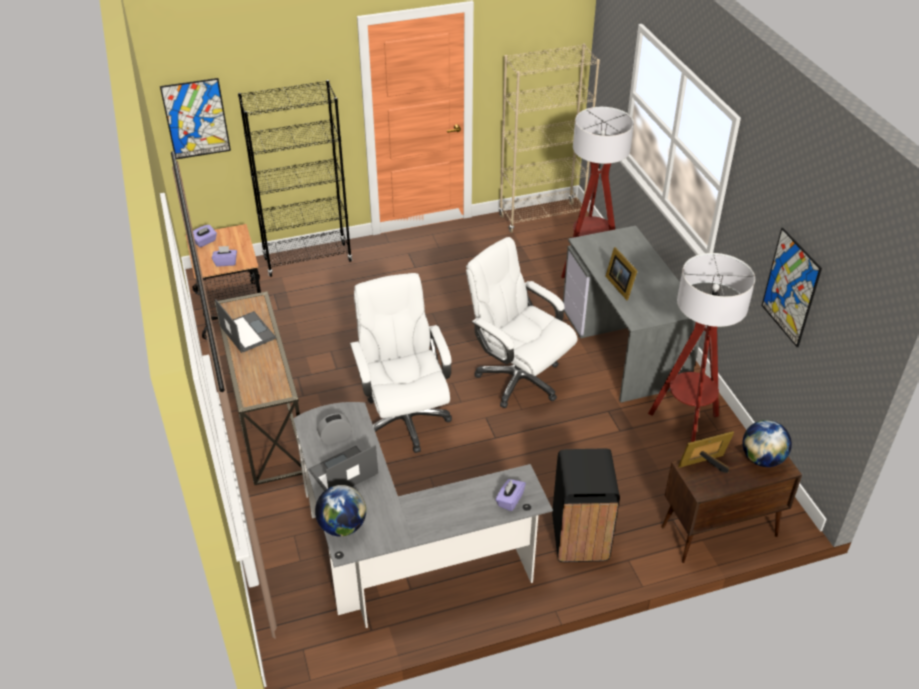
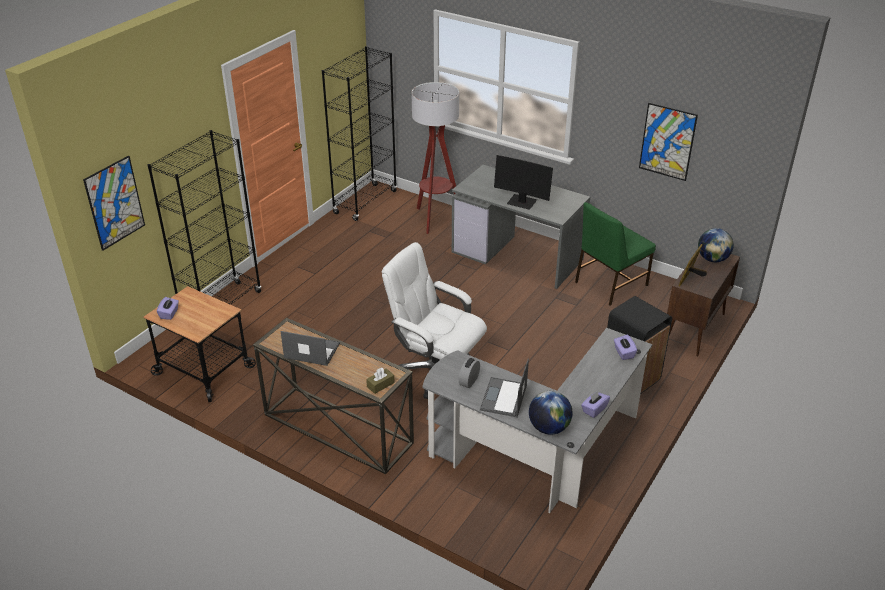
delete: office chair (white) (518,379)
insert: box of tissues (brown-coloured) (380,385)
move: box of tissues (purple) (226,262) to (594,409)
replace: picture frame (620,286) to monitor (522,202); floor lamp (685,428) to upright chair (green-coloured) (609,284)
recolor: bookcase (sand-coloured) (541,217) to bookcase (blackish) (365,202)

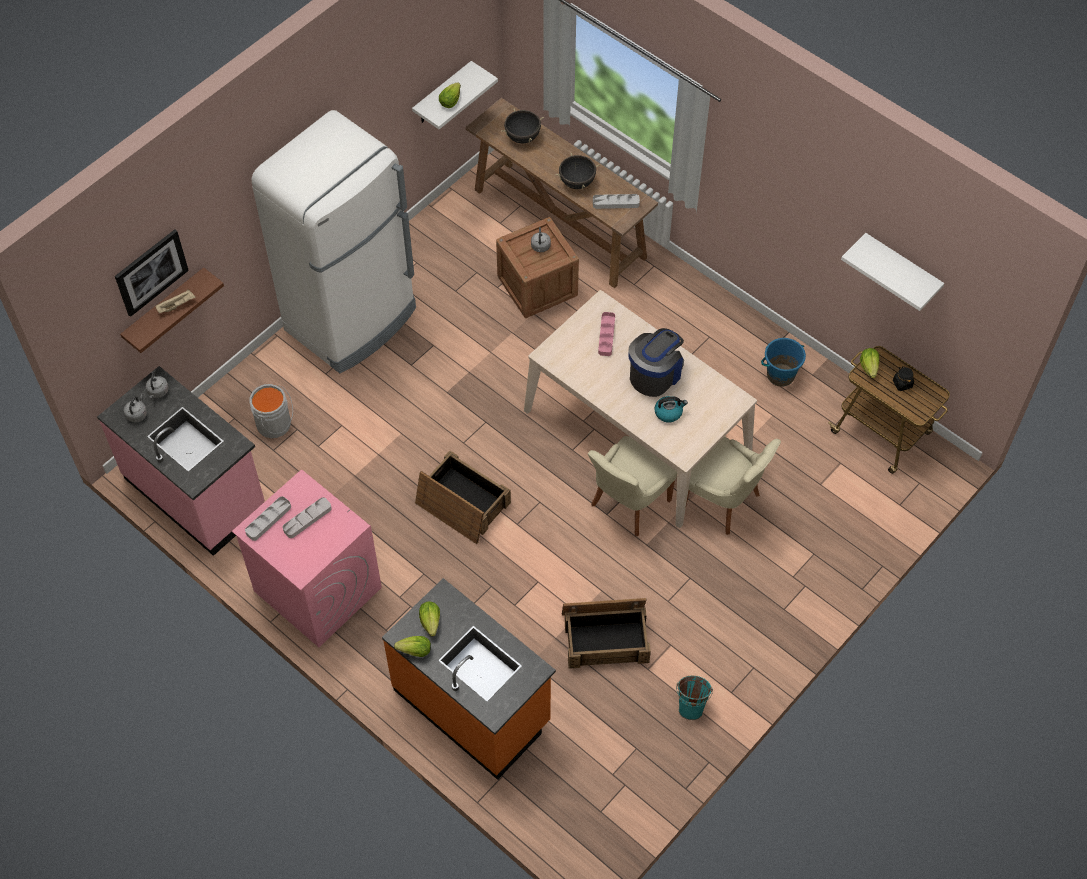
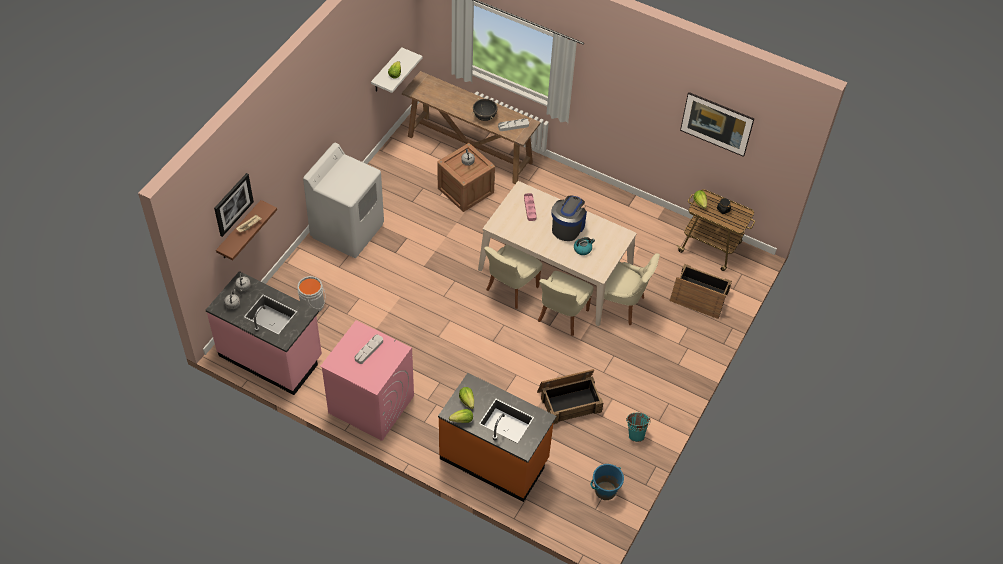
delete: serving tray (greyish) (268,520); stockpot (blackish) (522,137)
insert: upright chair (sand-coloured) (510,289)
move: crate (462,503) to (699,296); pail (bluish) (780,375) to (605,490)
replace: kitchen fridge (white) (352,320) to laundry machine (white) (347,230); shelf (white) (901,267) to wall picture (714,133)

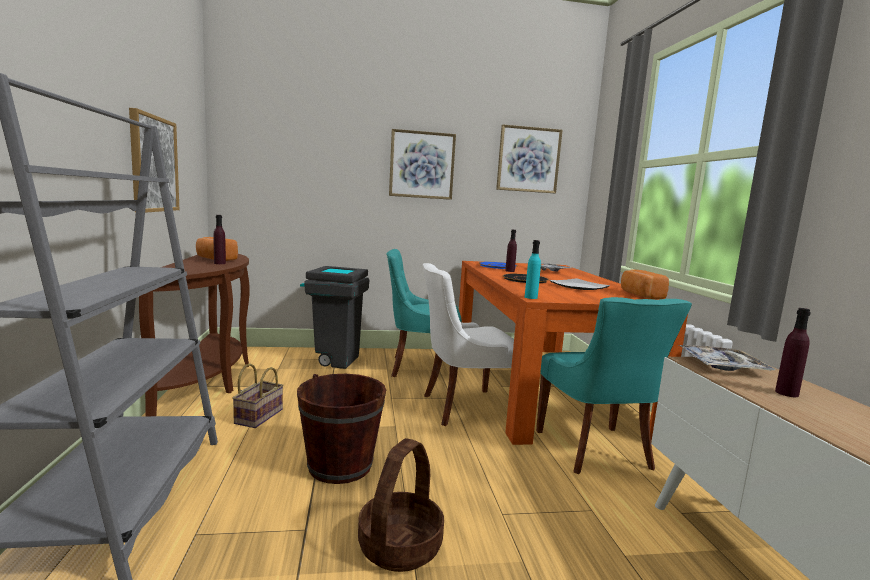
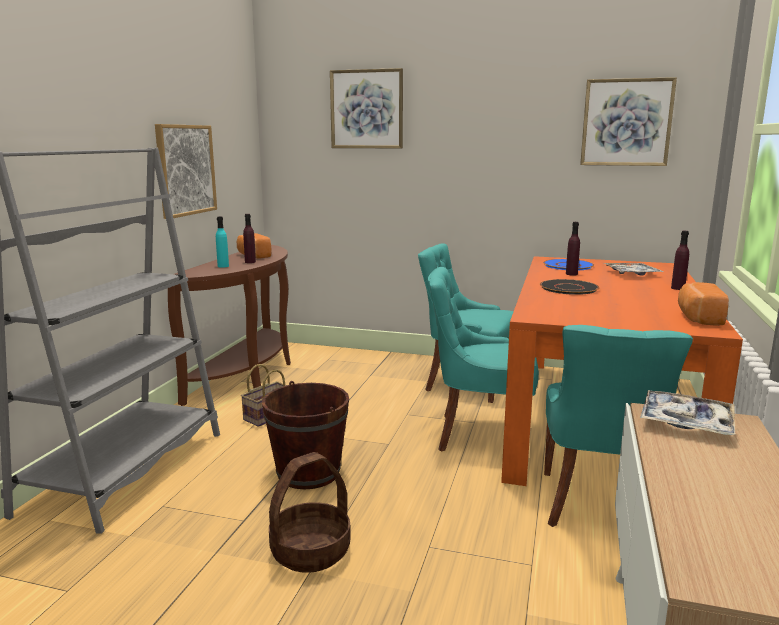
delete: trash can (greyish) (333,361); flat dish (578,286)
move: wall picture (422,165) to (366,109); bottle (turquoise) (531,297) to (223,266); bottle (purple) (786,393) to (678,288)
recolor: upright chair (white) (464,407) to upright chair (turquoise) (479,434)

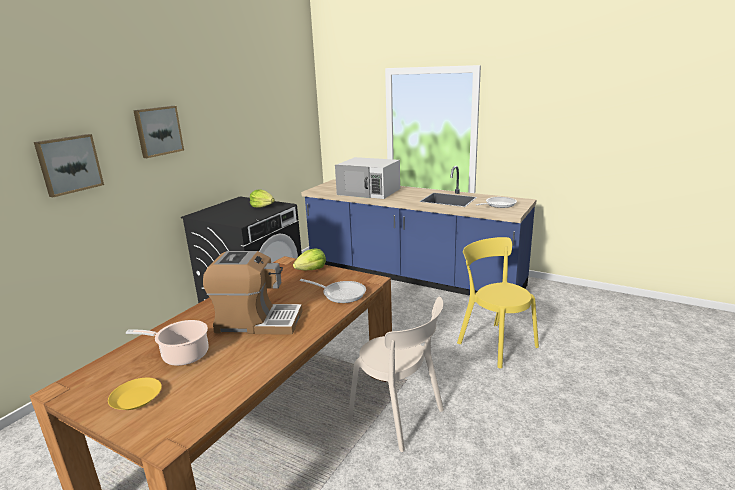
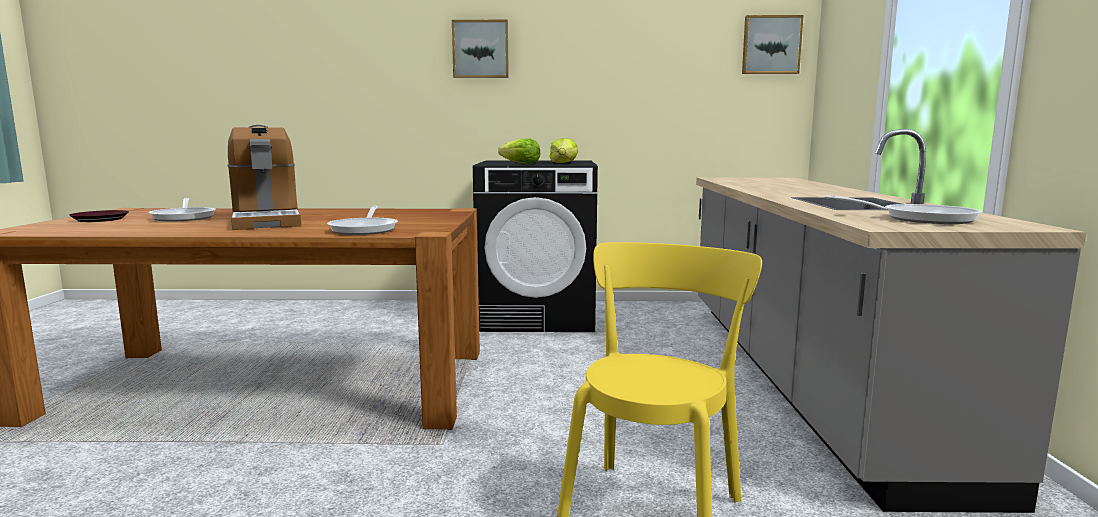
delete: microwave oven (white) (369,191); upright chair (sand-coloured) (399,417)
move: wall picture (69,164) to (771,45); lettuce (311,270) to (521,164)
replace: stockpot (182,355) to pan (185,217)
recolor: flat dish (yellowish) (136,398) to flat dish (brown-coloured) (99,219); kitchen counter (bluish) (412,276) to kitchen counter (greyish) (802,376)

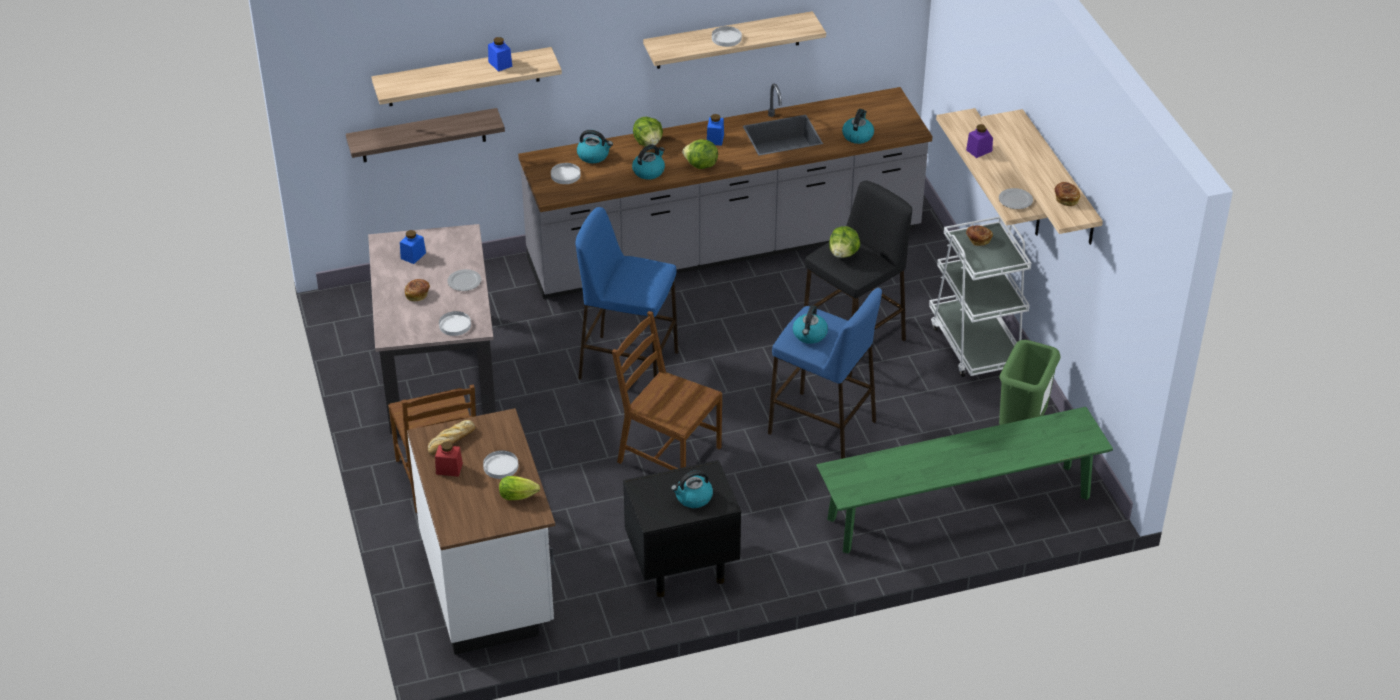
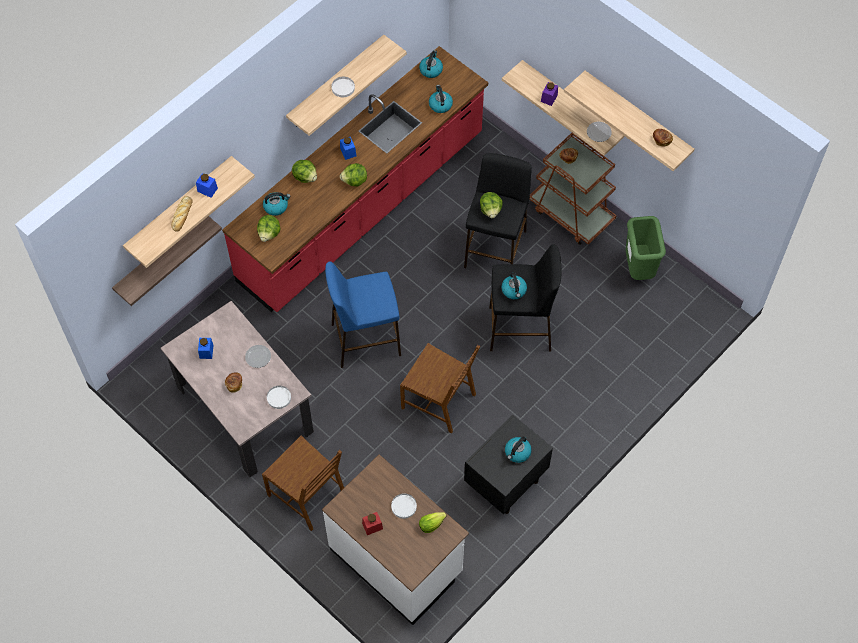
delete: long seat (green-coloured) (959,508)
move: bread (451,441) to (182,216); water kettle (649,171) to (431,70)
replace: flat dish (white) (566,175) to lettuce (269,233)
recolor: kitchen counter (greyish) (725,248) to kitchen counter (red-coloured) (362,208); sitting stool (bluish) (823,427) to sitting stool (blackish) (520,328); cart (white) (976,344) to cart (brown-coloured) (571,213)
rotate: upright chair (brown-coloured) (667,455) = (439,400) 150 degrees counterclockwise

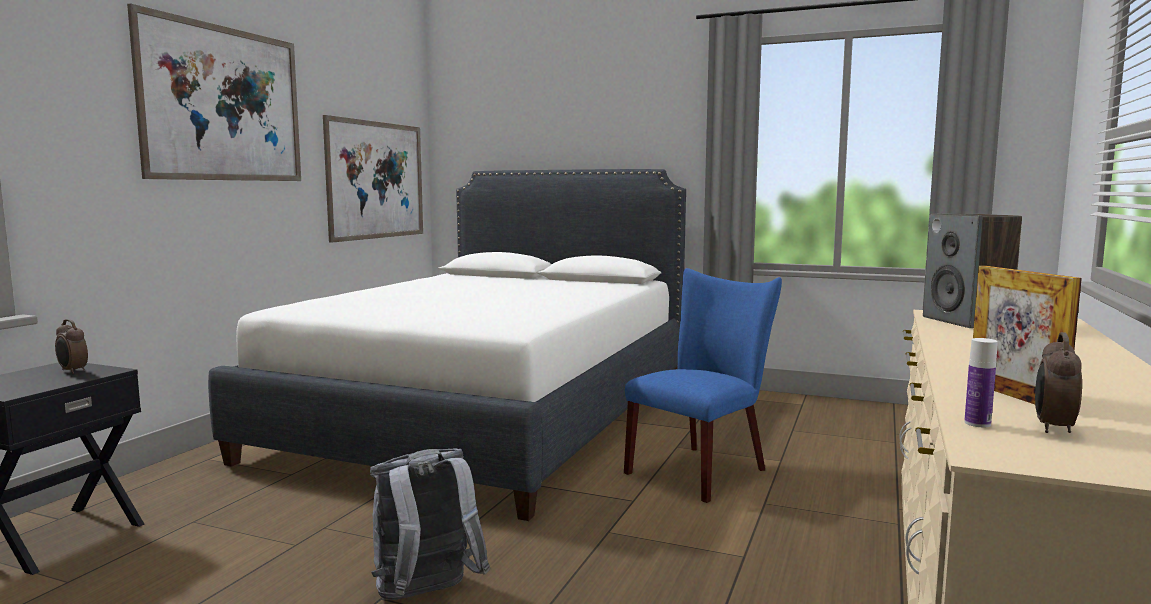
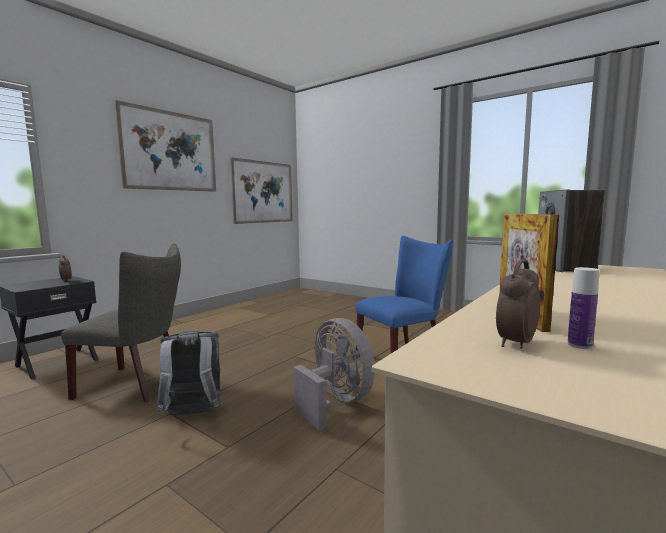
delete: bed (white) (489,417)
insert: upright chair (greyish) (137,384); electric fan (greyish) (335,402)
move: bottle (977,423) to (579,345)

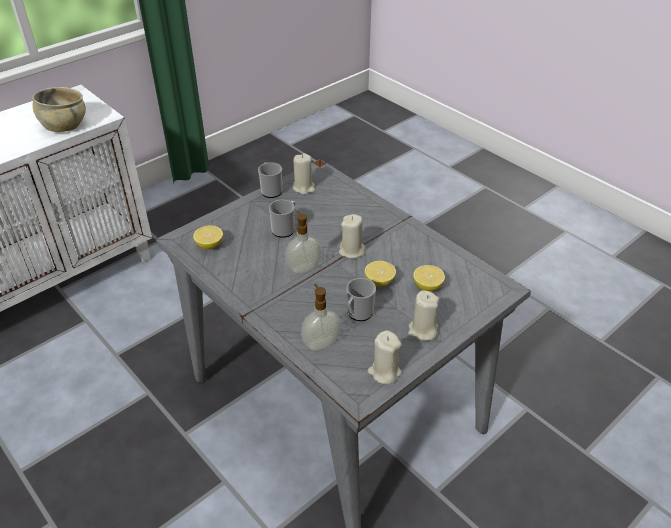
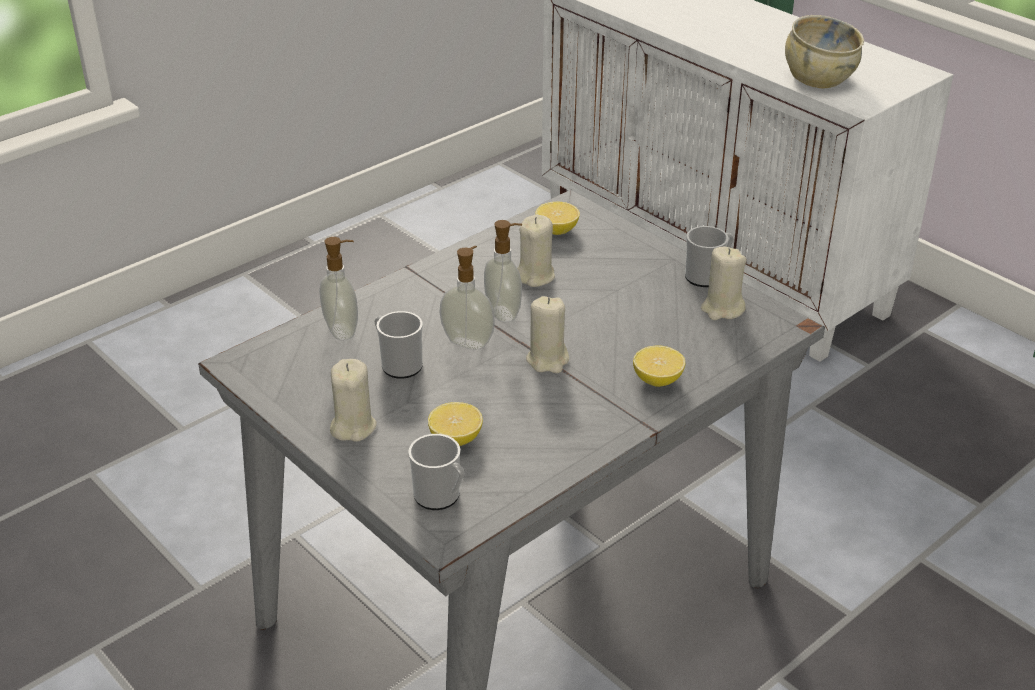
insert: soap dispenser (468,341)
move: tea mug (285,229) to (441,497); lemon (379,282) to (657,380); wax candle (sand-coloured) (384,372) to (535,276)

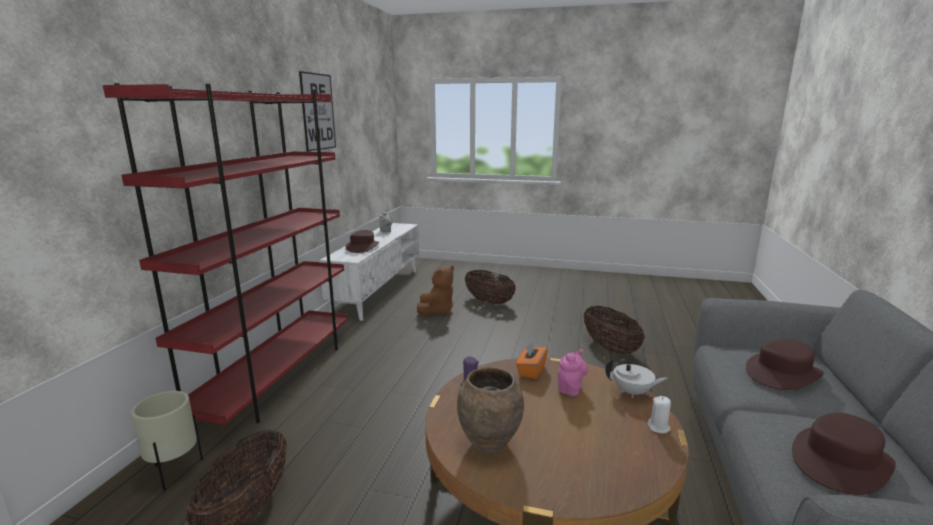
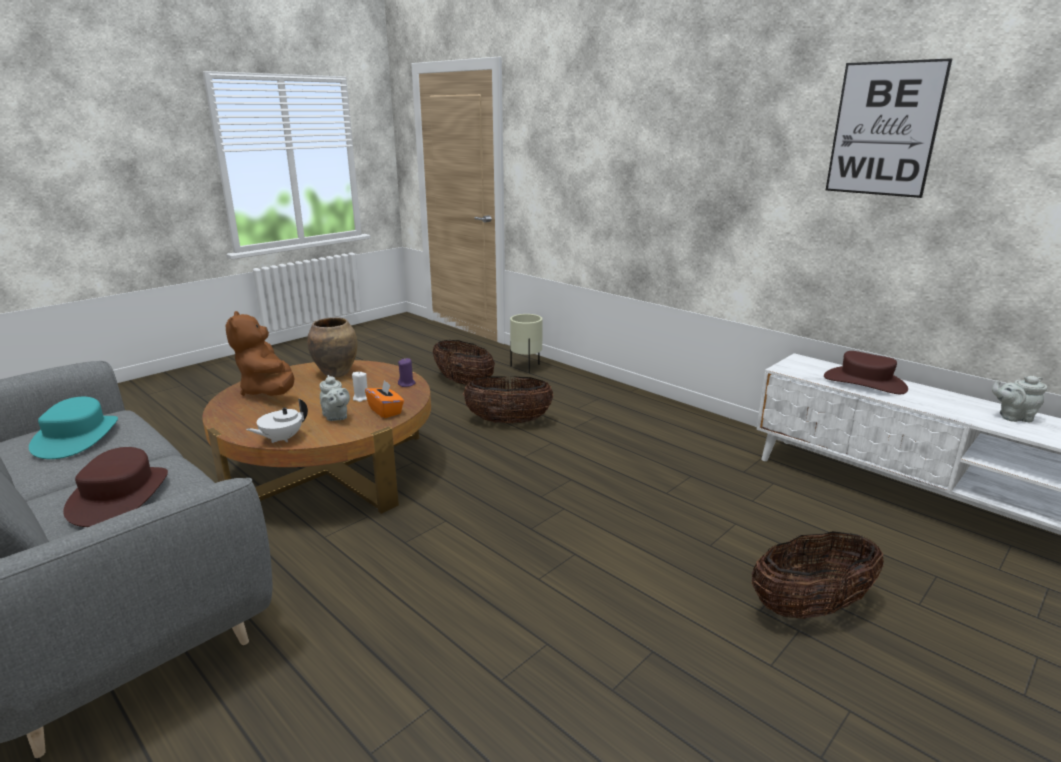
delete: bookcase (red-coloured) (278,377)
move: soft toy (brown-coloured) (438,311) to (269,391); basket (610,348) to (508,421); wax candle (white) (658,427) to (361,398)
recolor: tea pot (pinkish) (570,388) to tea pot (greyish) (336,417); wearable hat (brown-coloured) (840,461) to wearable hat (turquoise) (77,437)

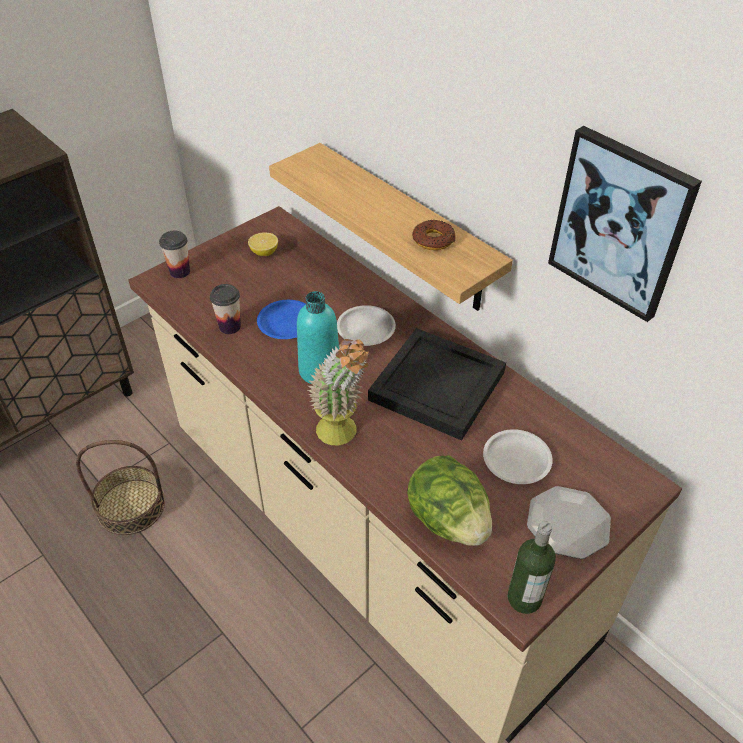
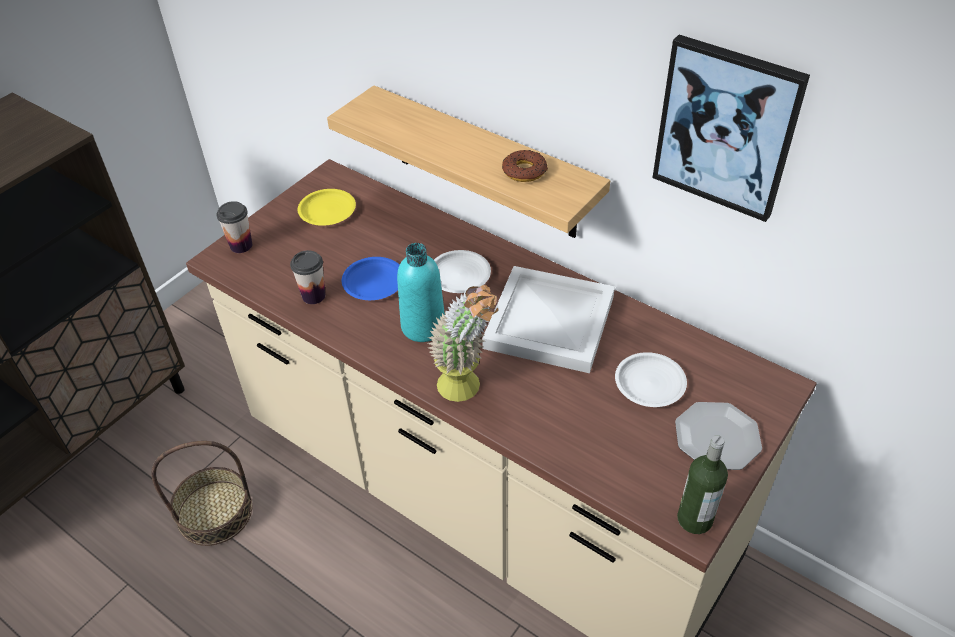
delete: lettuce (448,520)
replace: lemon (264,252) to flat dish (yellowish) (328,211)
recolor: serving tray (blackish) (436,384) to serving tray (white) (548,320)

